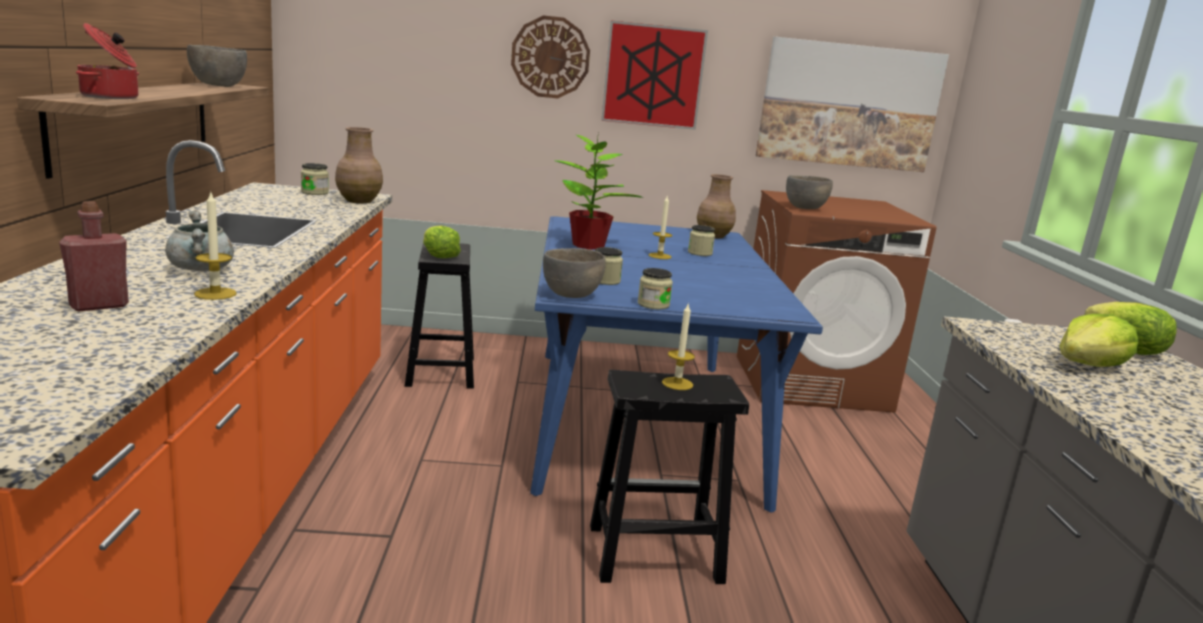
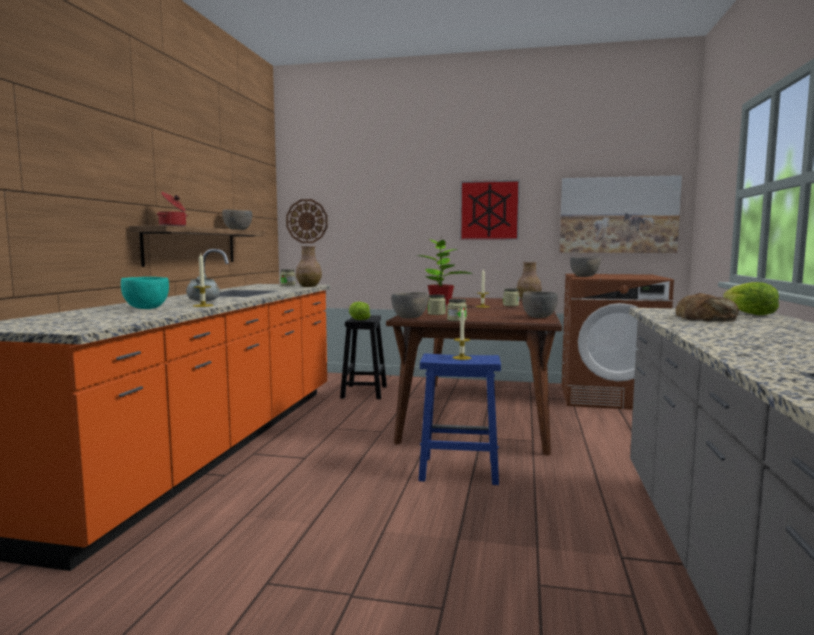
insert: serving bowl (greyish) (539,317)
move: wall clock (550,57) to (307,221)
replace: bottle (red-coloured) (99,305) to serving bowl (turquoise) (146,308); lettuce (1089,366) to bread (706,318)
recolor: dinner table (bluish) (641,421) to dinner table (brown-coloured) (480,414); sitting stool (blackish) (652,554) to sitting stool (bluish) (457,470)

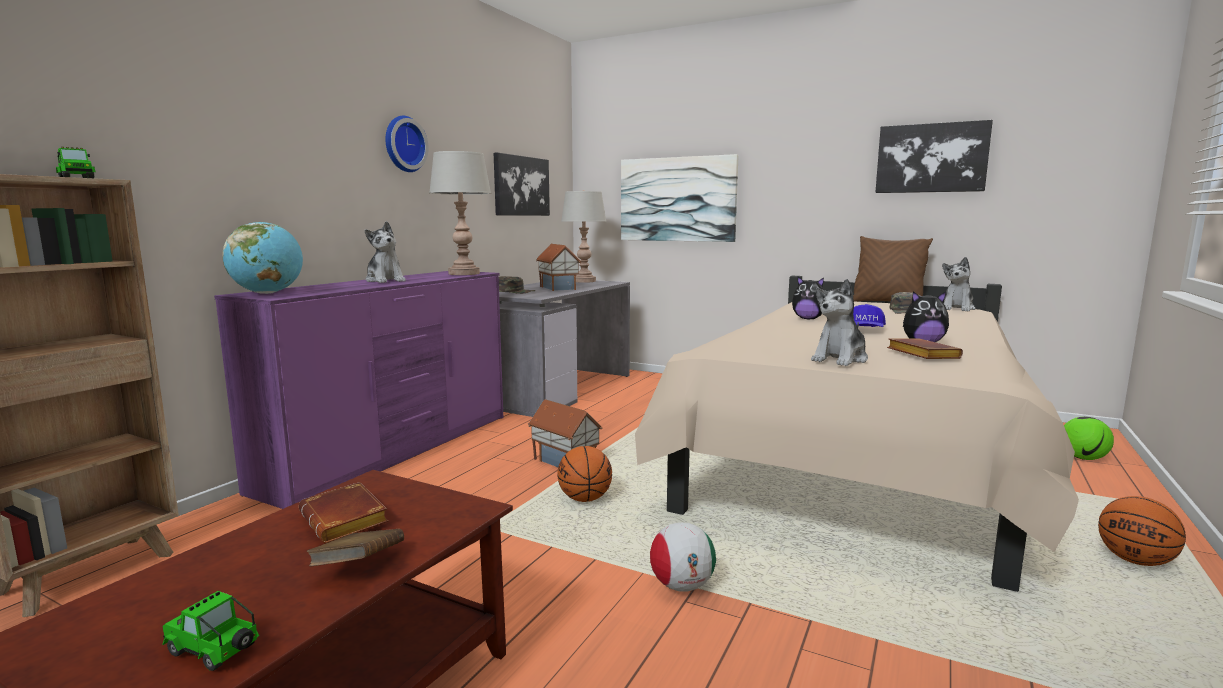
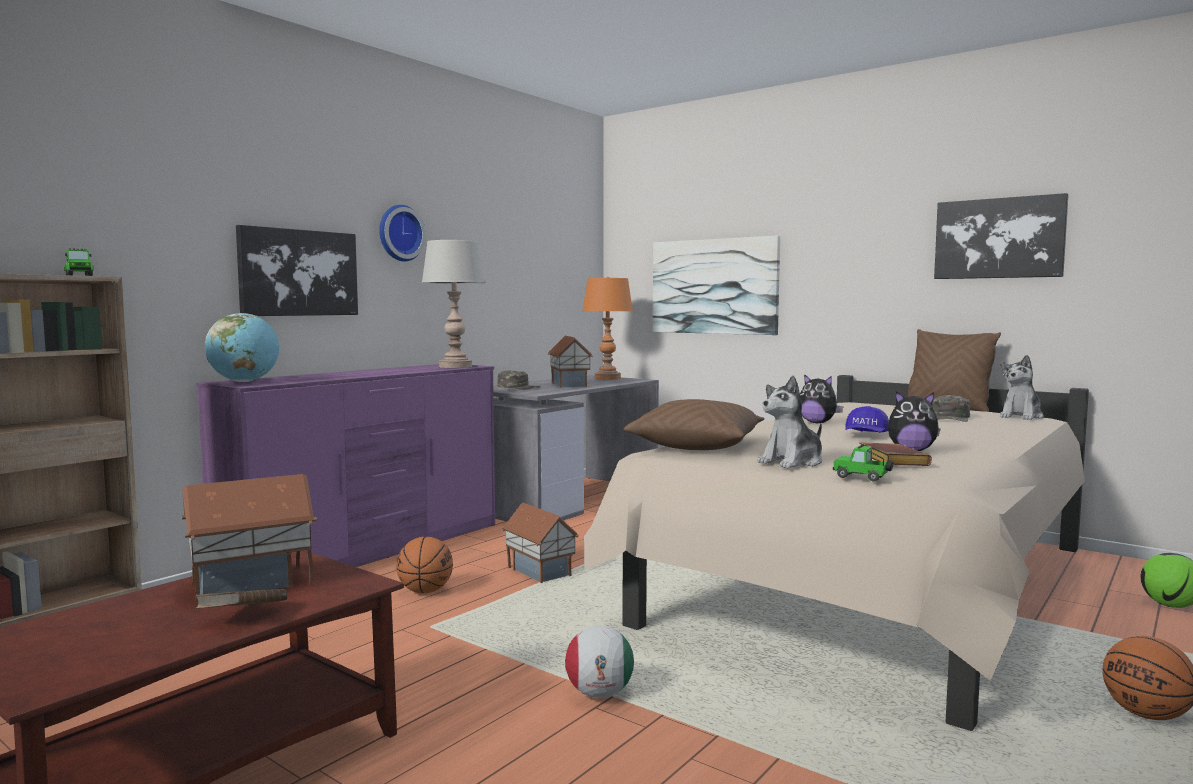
delete: soft toy (385,280)
insert: cushion (brown-coloured) (696,445)
move: model car (215,651) to (863,477); wall picture (521,186) to (298,273); ball for basketball (584,499) to (425,591)
replace: volume (brown-coloured) (347,520) to miniature house (252,584)
recolor: table lamp (greyish) (584,281) to table lamp (orangey) (607,378)

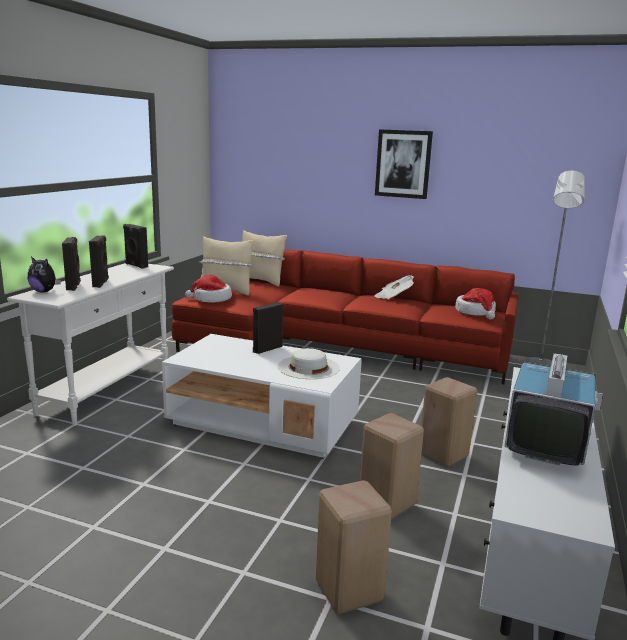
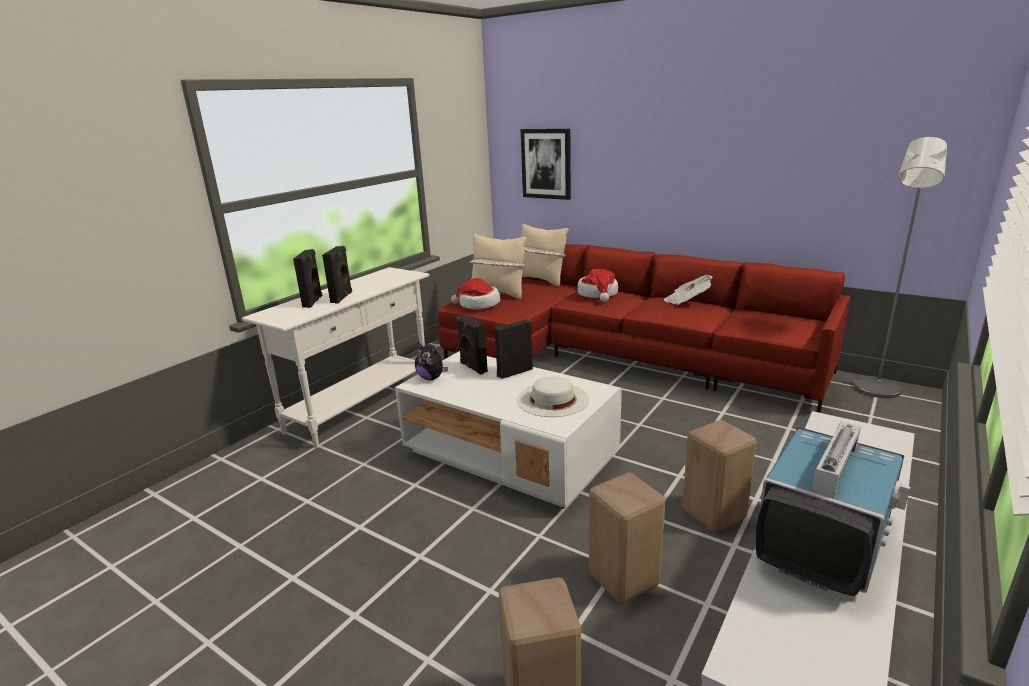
move: soft toy (44,291) to (431,378); speaker (blackish) (136,265) to (472,368); wall picture (403,164) to (546,164); wearable hat (475,312) to (598,294)

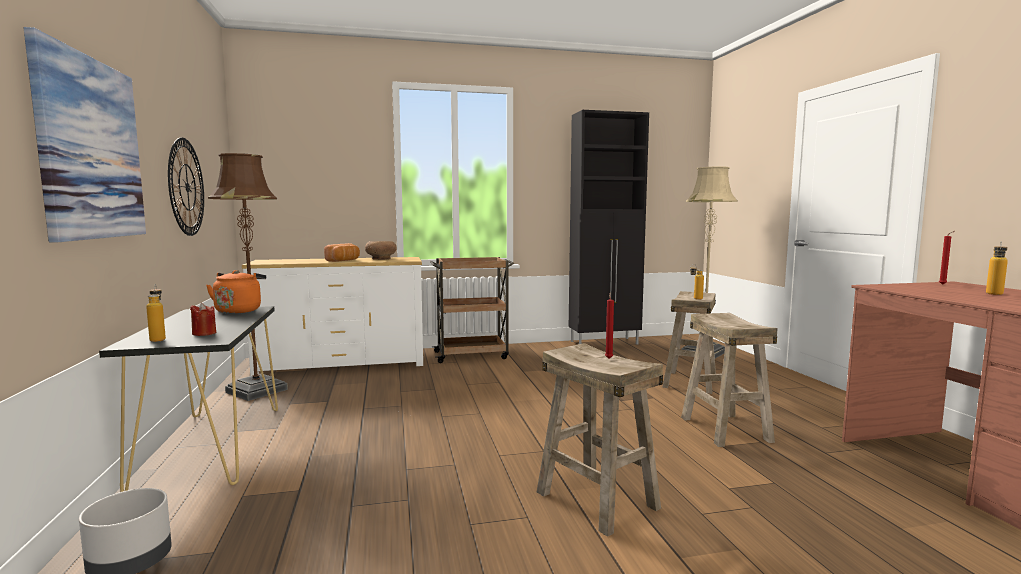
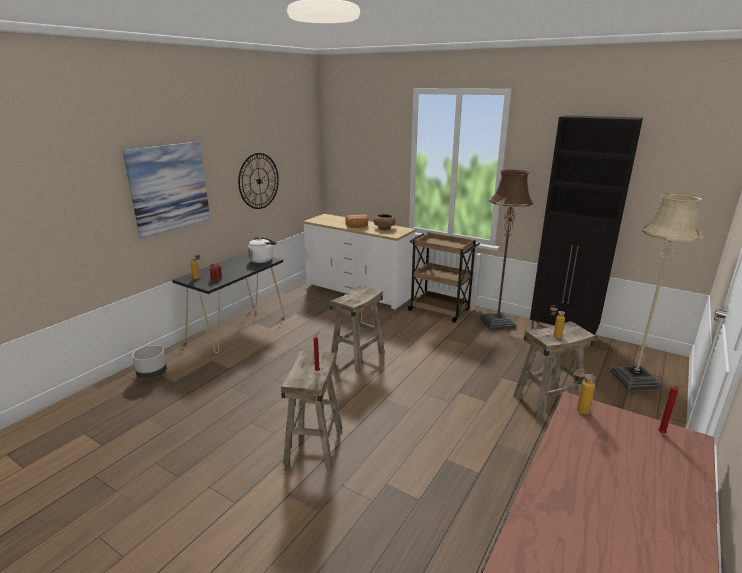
move: floor lamp (brown-coloured) (256,391) to (497,323); sitting stool (sand-coloured) (726,429) to (357,357); bottle (994,294) to (577,411)
recolor: water kettle (orangey) (239,310) to water kettle (white) (262,260)

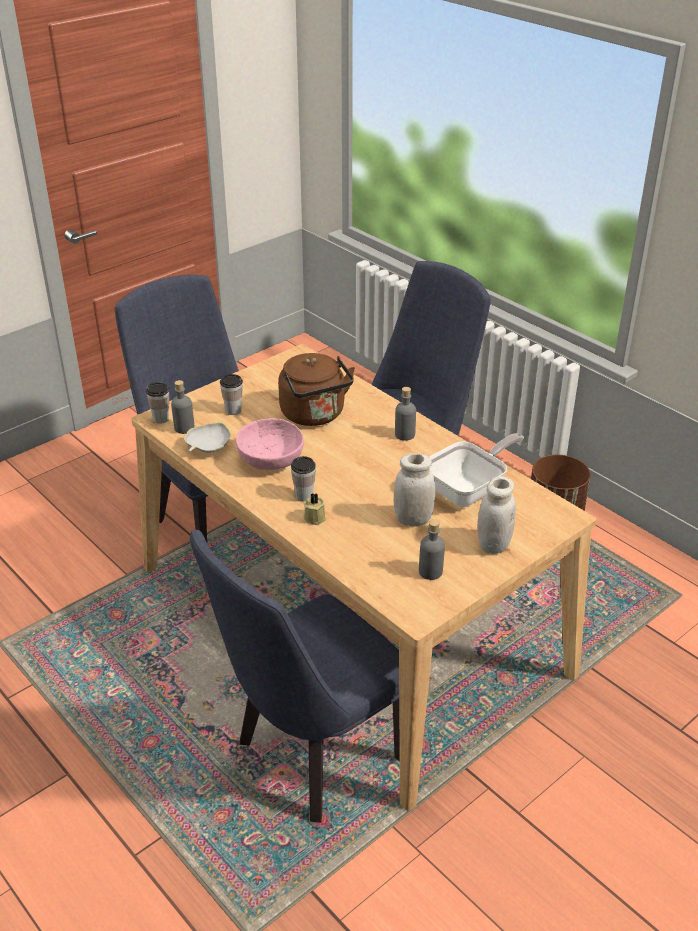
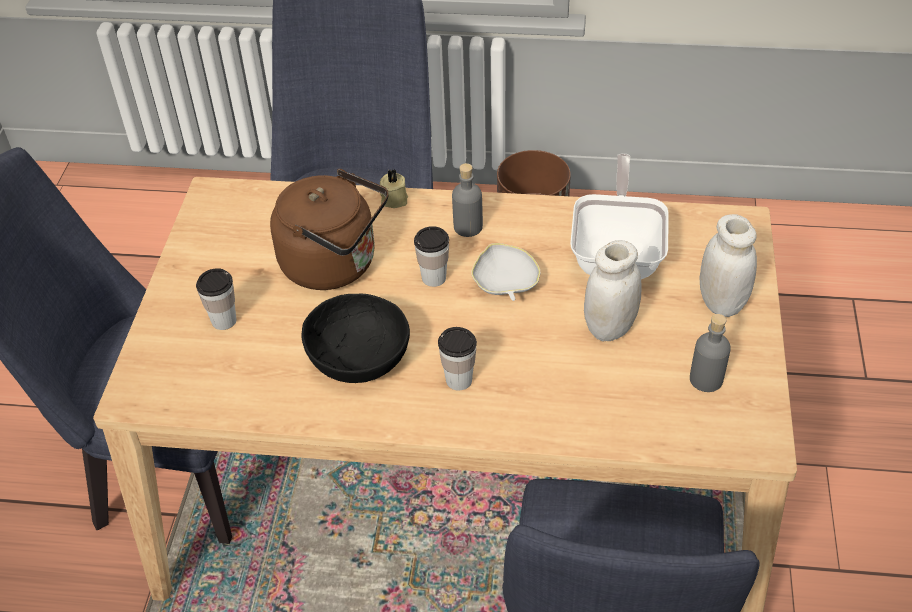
delete: bottle (greyish) (184,428)
move: small cup (161,419) to (433,278); serving bowl (white) (208,447) to (505,284); wax candle (sand-coloured) (315,517) to (393,199)
recolor: serving bowl (pinkish) (270,460) to serving bowl (blackish) (358,360)

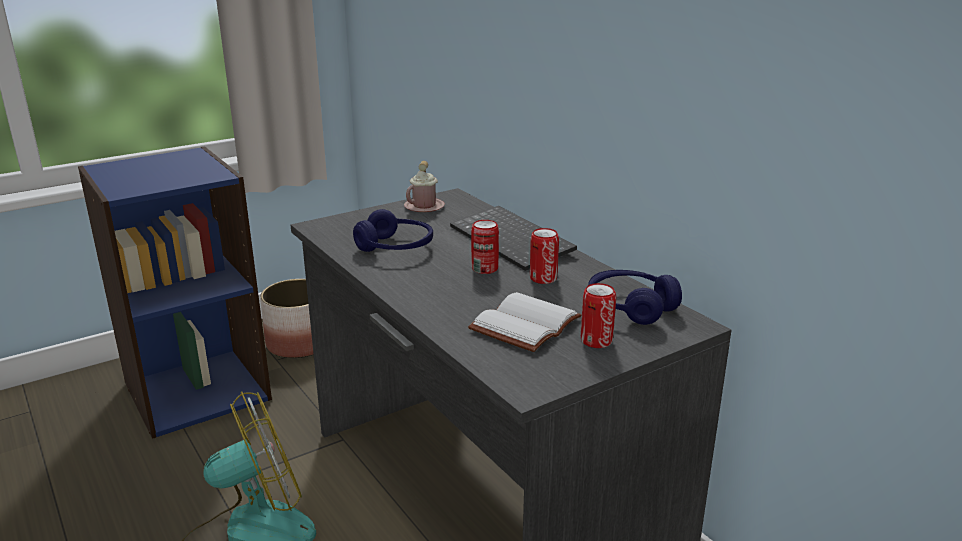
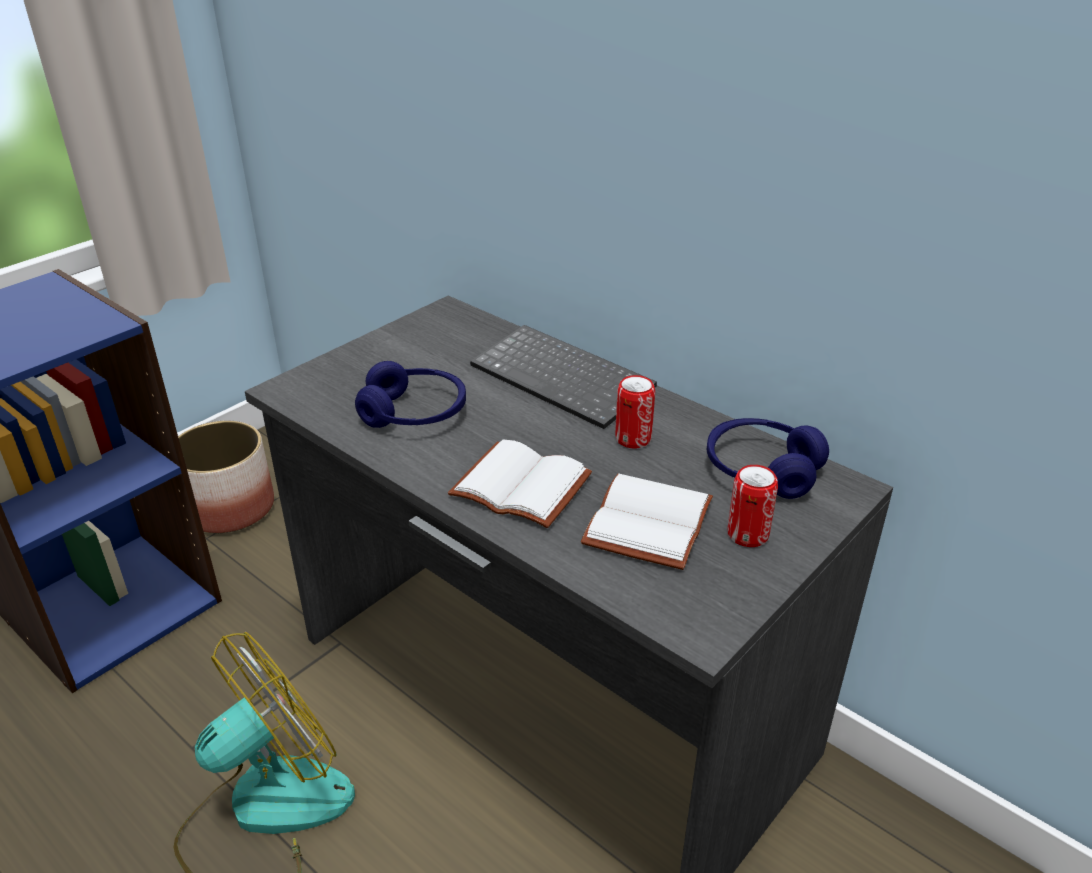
delete: tea mug (pinkish) (424,207); metal can (485,269)
insert: volume (white) (517,488)

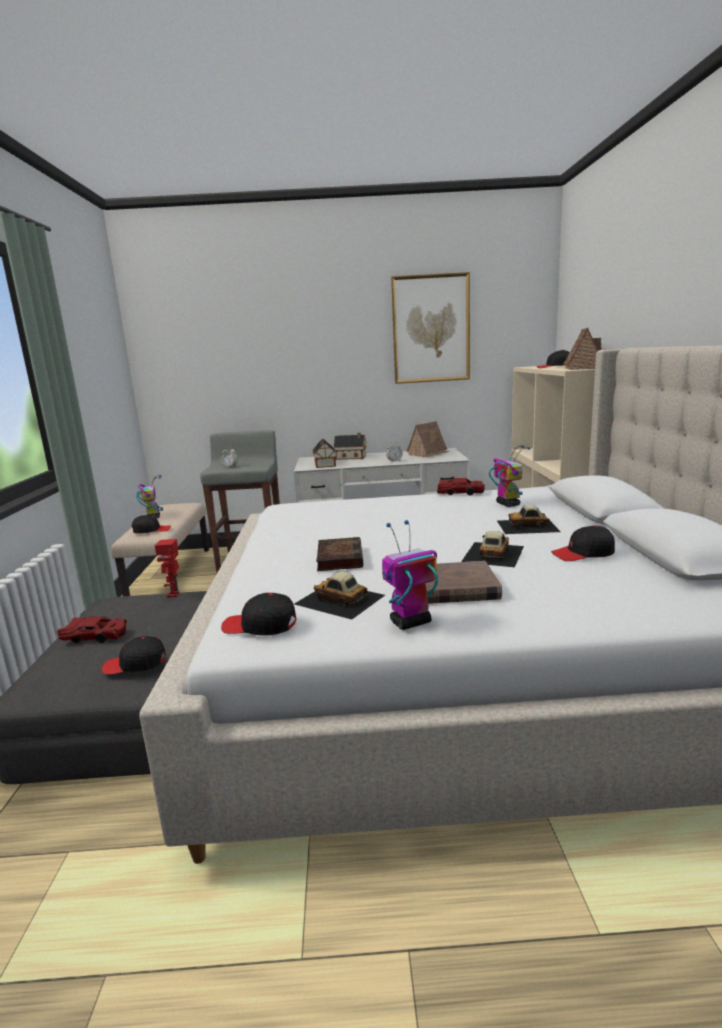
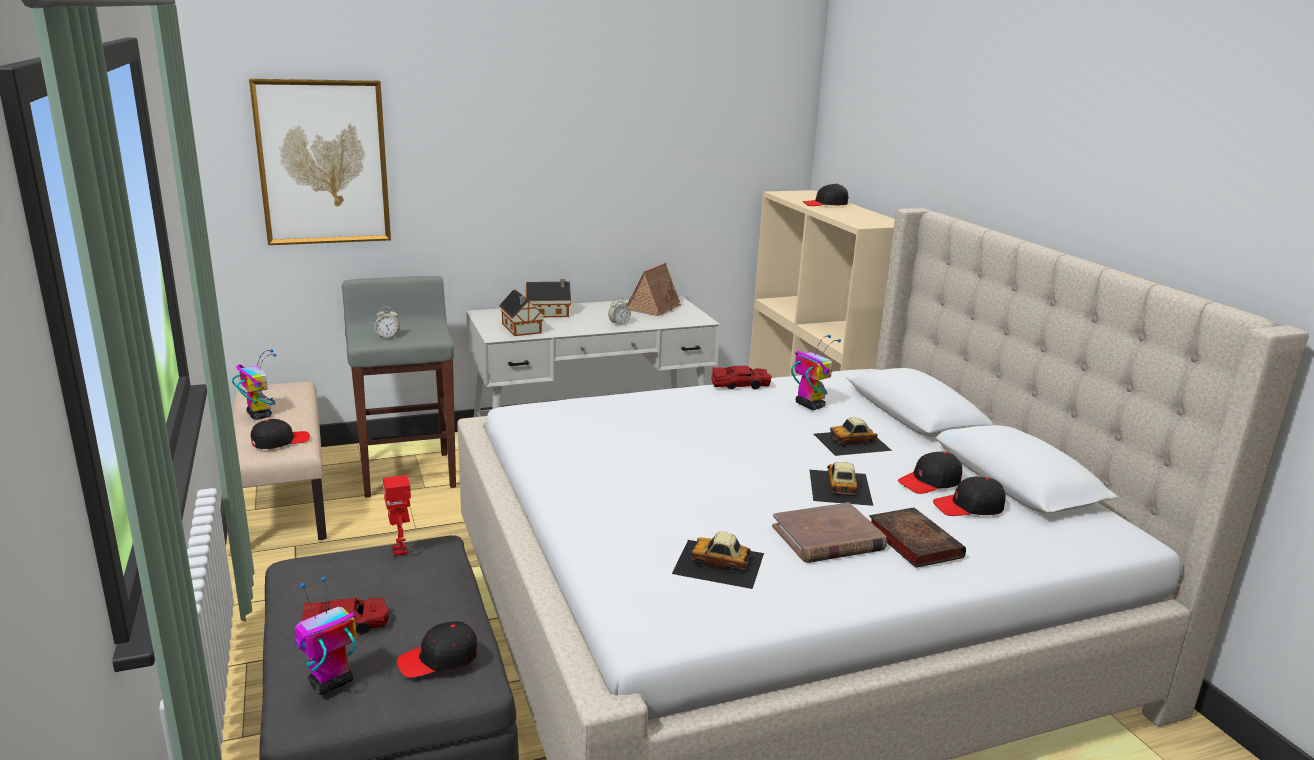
delete: miniature house (582,368)
move: cap (blackish) (260,626) to (968,507); volume (339,557) to (912,541); robot figure (410,623) to (330,683); wall picture (431,329) to (323,162)

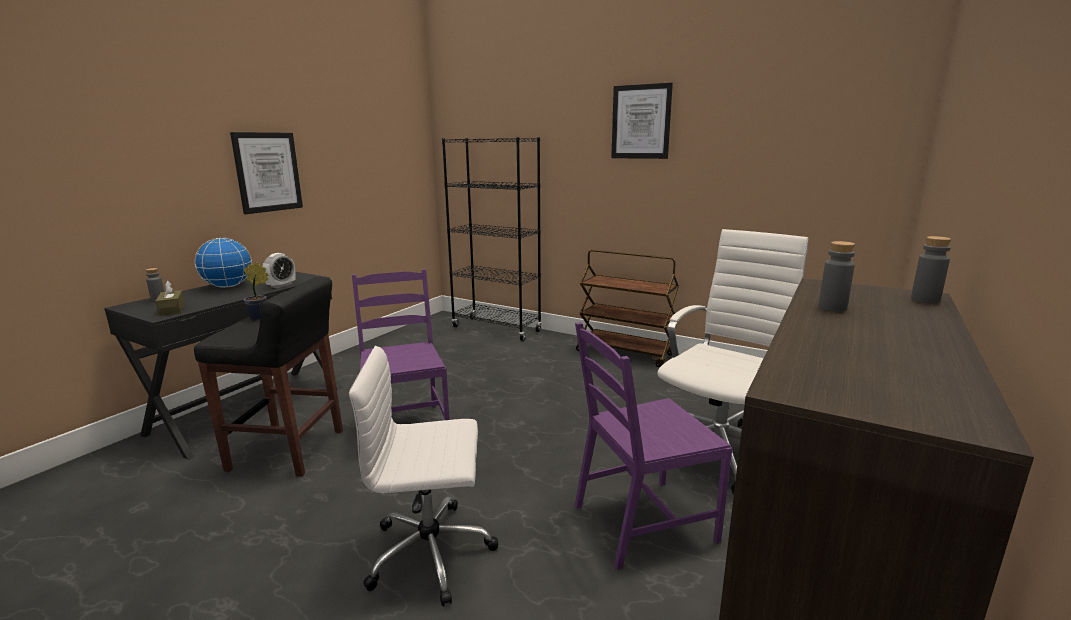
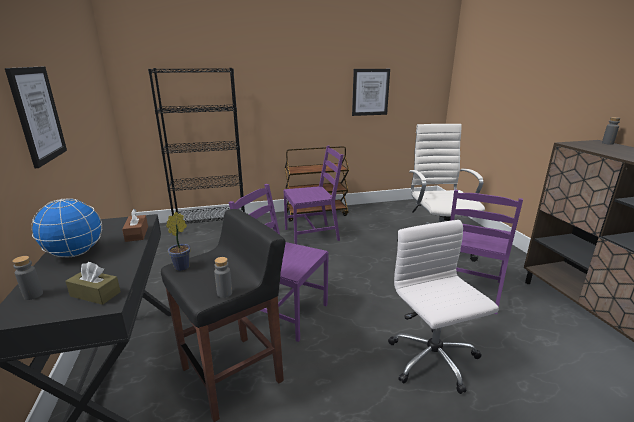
insert: upright chair (purple) (312,234)
move: wall picture (641,122) to (370,92); bottle (greyish) (832,308) to (224,293)
replace: alarm clock (281,285) to box of tissues (brown-coloured) (137,234)
rotate: office chair (white) (433,552) = (433,360) 120 degrees clockwise

